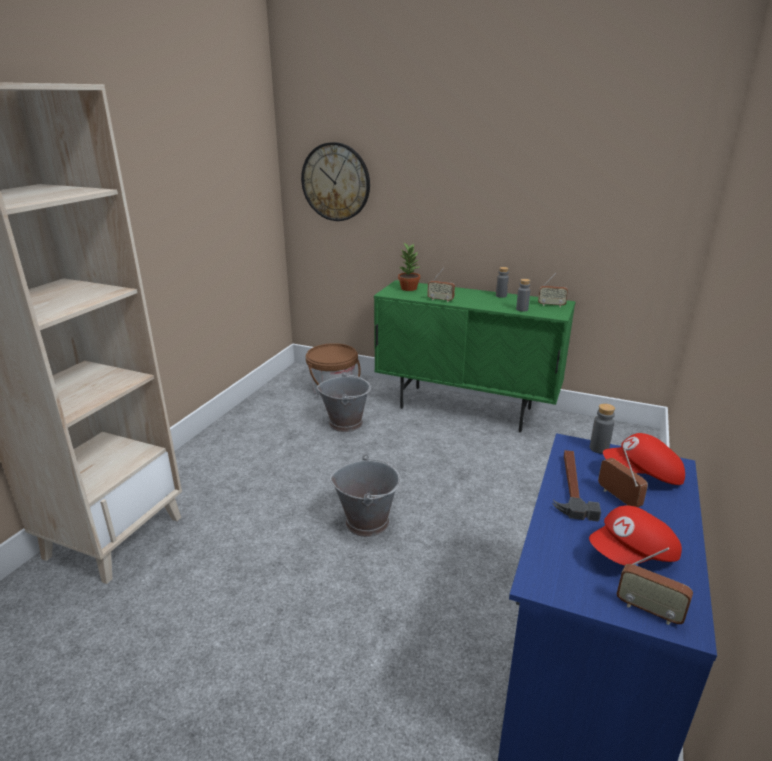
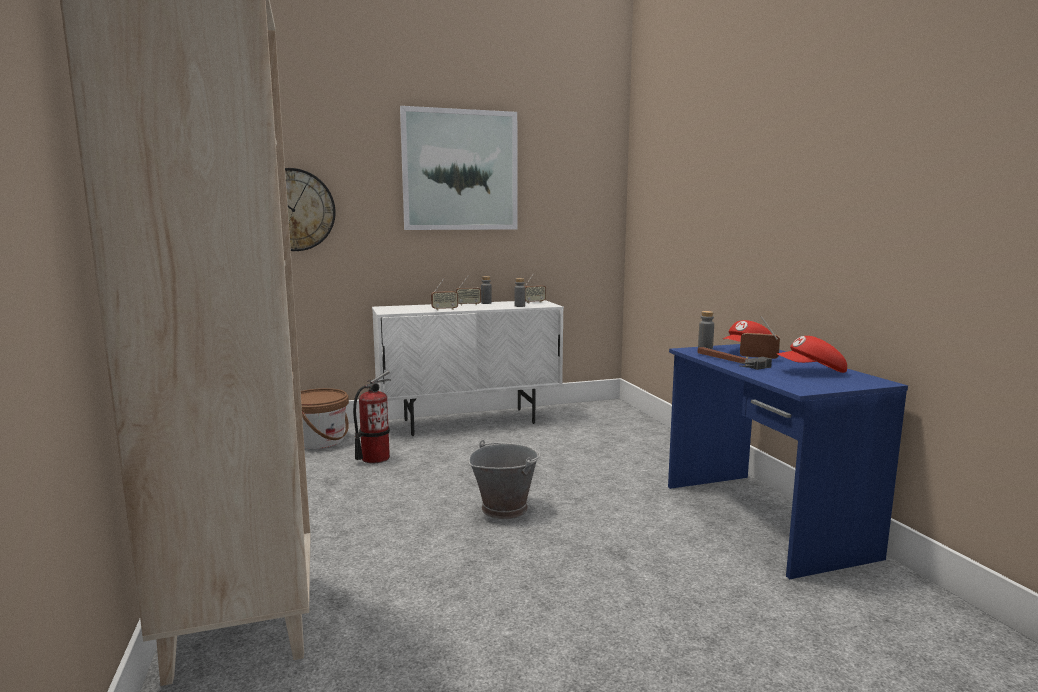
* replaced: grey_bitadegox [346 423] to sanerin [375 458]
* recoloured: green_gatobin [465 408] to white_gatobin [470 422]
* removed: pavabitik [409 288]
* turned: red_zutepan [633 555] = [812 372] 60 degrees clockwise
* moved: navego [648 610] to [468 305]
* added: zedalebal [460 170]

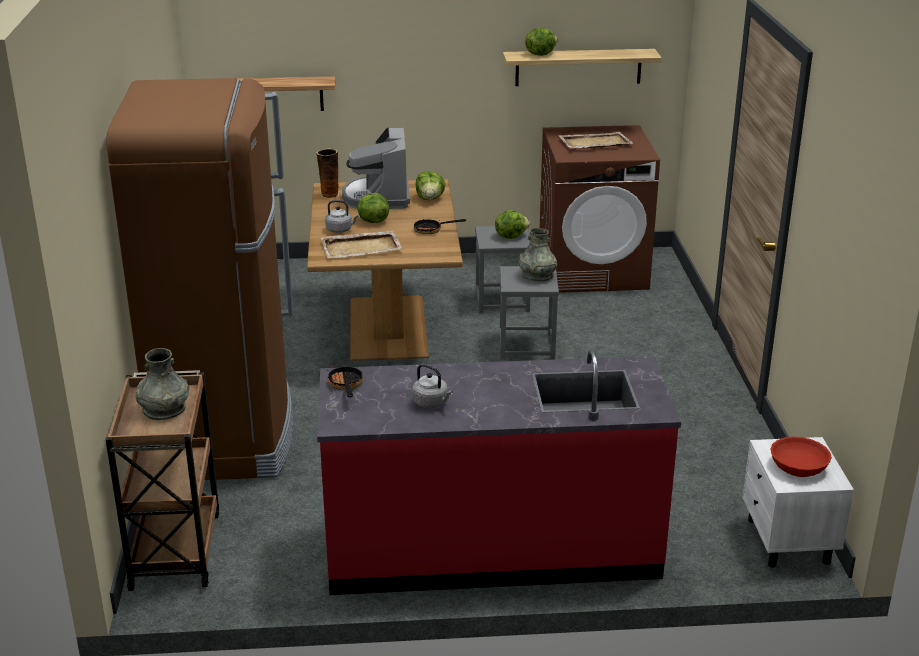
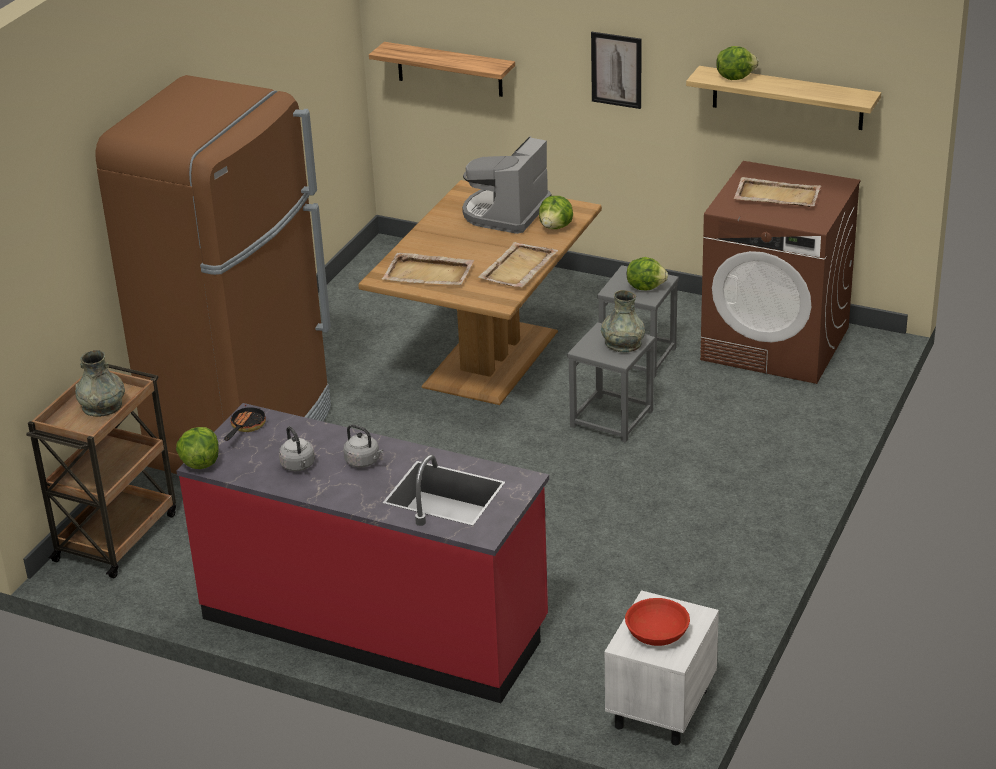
* removed: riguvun [329 195]
* moved: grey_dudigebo [340 230] to [364 461]
* moved: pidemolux [372 221] to [200 463]
* replaced: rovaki [432 230] to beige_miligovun [517 268]
* added: zedalebal [616 70]

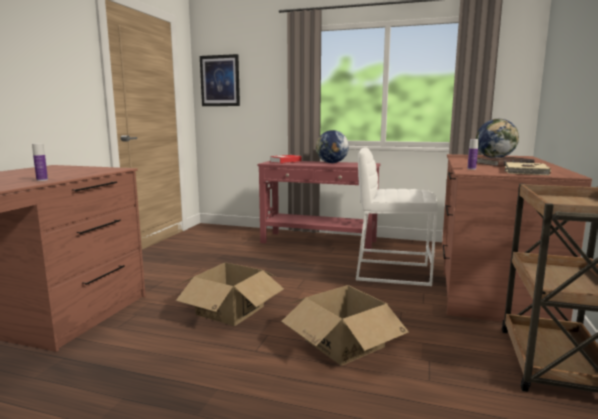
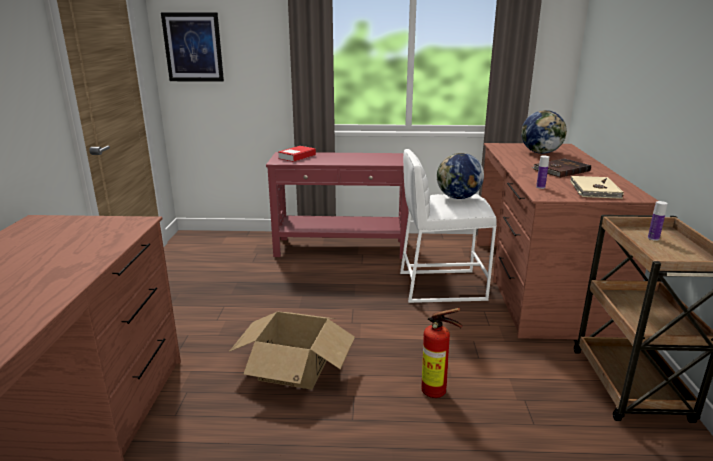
* moved: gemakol [42 180] to [653 238]
* replaced: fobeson [344 343] to sanerin [437 393]
* moved: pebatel [331 163] to [458 197]

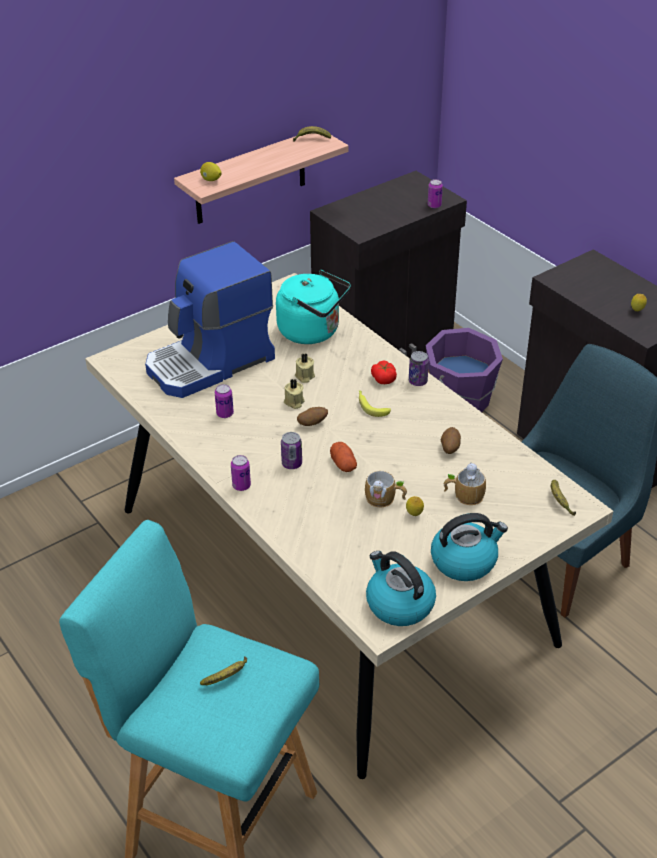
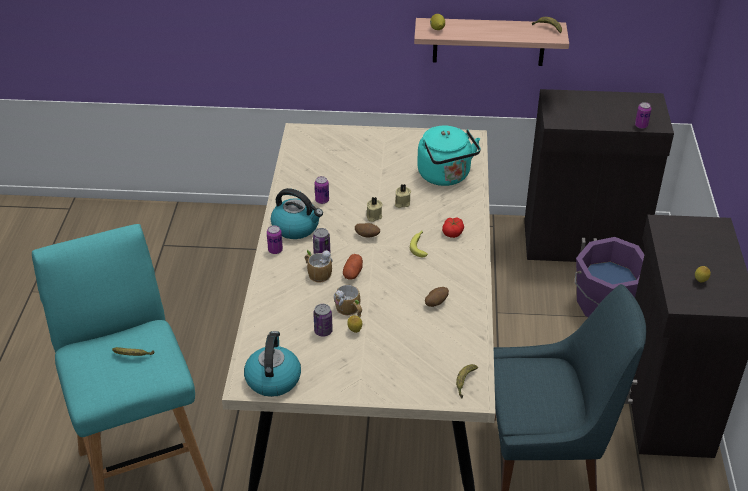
* removed: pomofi [211 363]
* moved: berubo [418 381] to [323 331]
* moved: dudigebo [464 561] to [296 227]
* moved: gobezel [463 495] to [317 272]

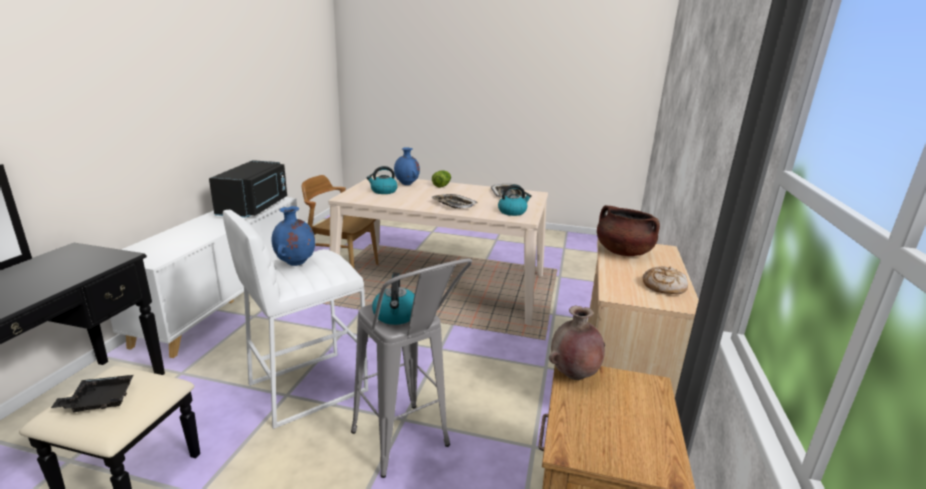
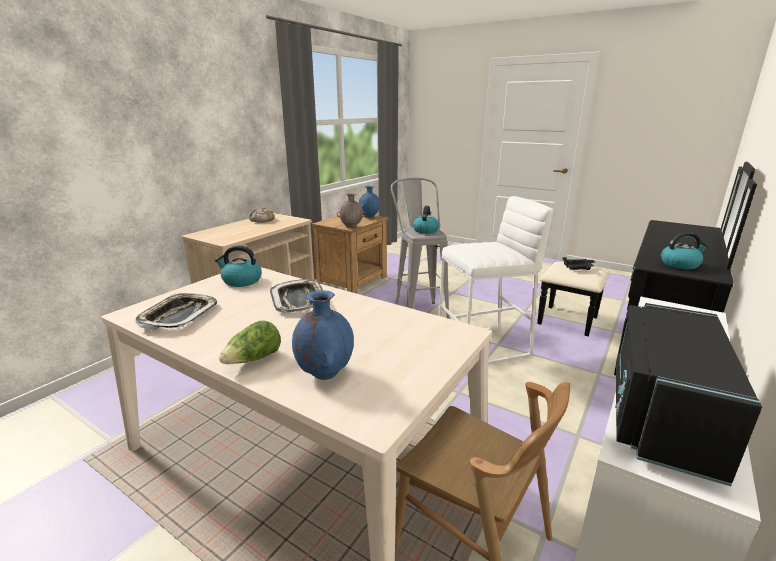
* moved: blue_riguvun [295 263] to [369 217]
* moved: dudigebo [383 191] to [680 264]
* removed: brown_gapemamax [623 252]

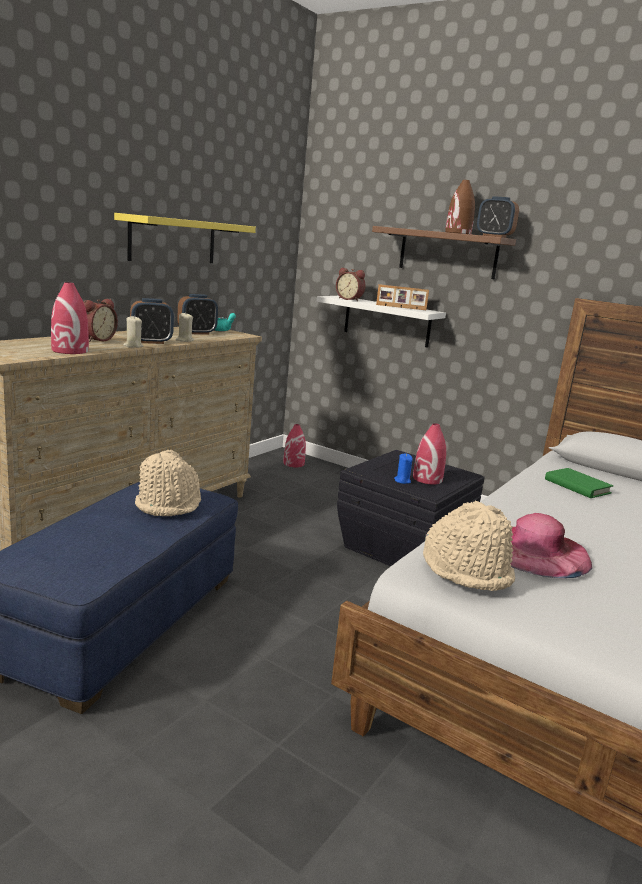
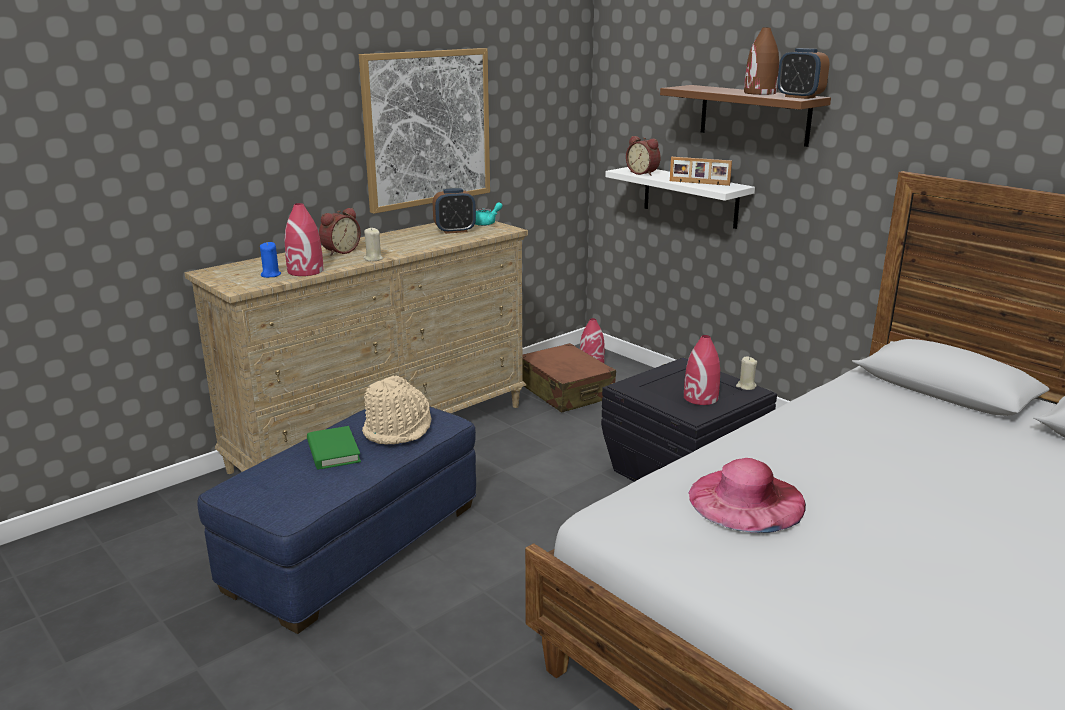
* replaced: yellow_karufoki [173 240] to zedalebal [427 128]
* removed: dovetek [151 342]
* moved: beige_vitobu [184 340] to [746 386]
* moved: blue_vitobu [402 481] to [270 275]
* removed: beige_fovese [467 570]
* moved: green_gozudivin [577 486] to [333 451]
* added: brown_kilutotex [565 391]

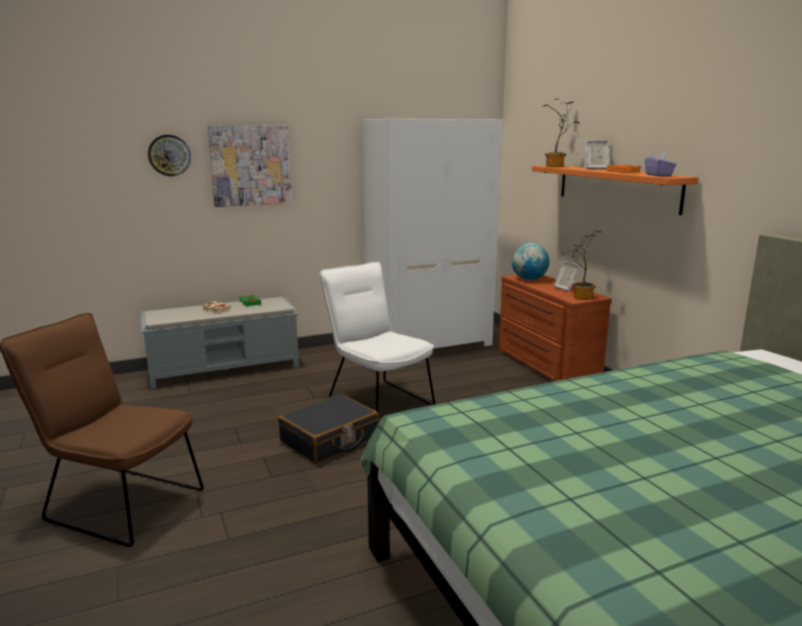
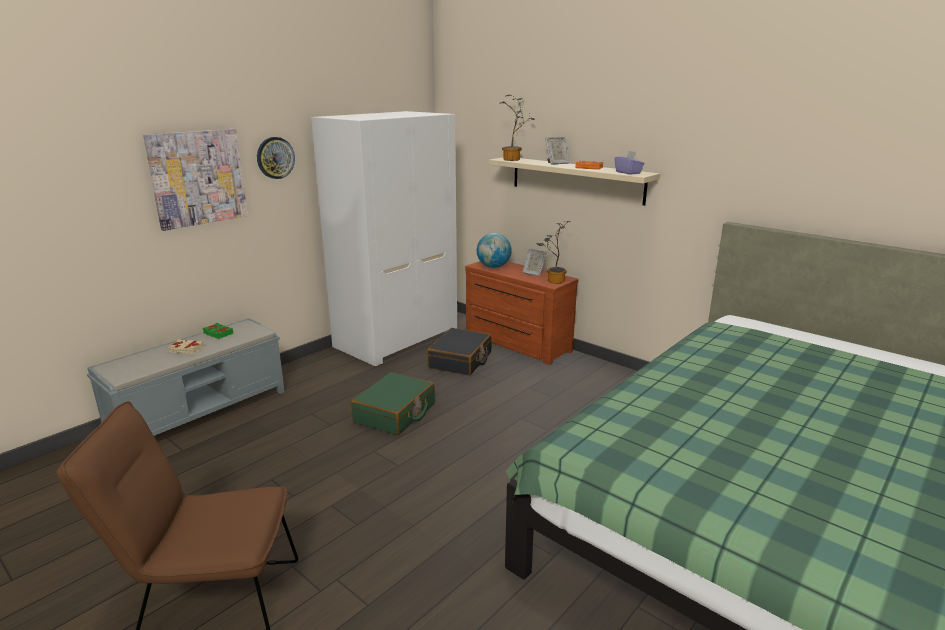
* moved: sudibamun [169 155] to [275 158]
* moved: black_kilutotex [329 440] to [460 360]
* replaced: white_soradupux [376 400] to green_kilutotex [395 413]
* recoloured: orange_karufoki [616 187] to beige_karufoki [576 179]

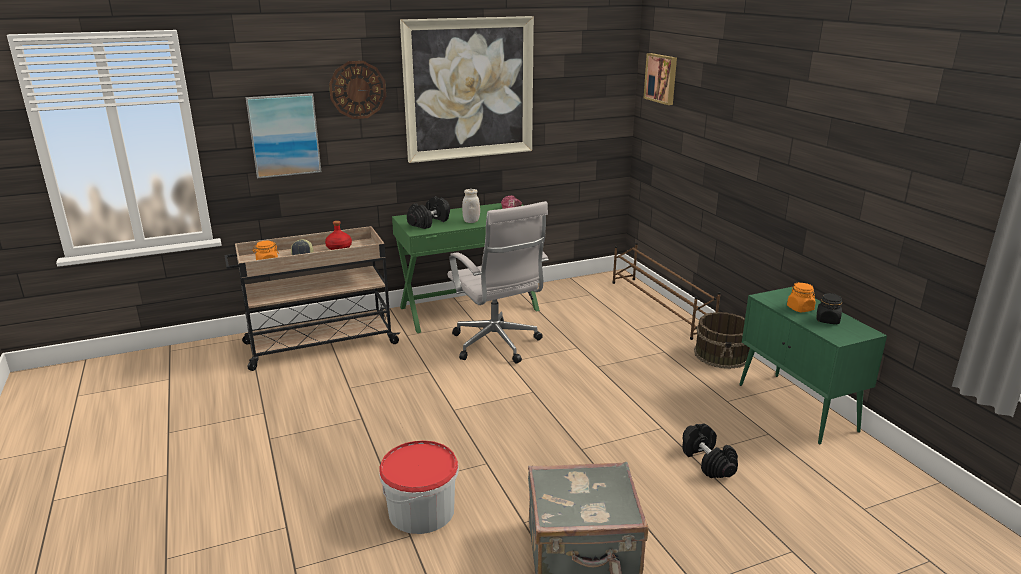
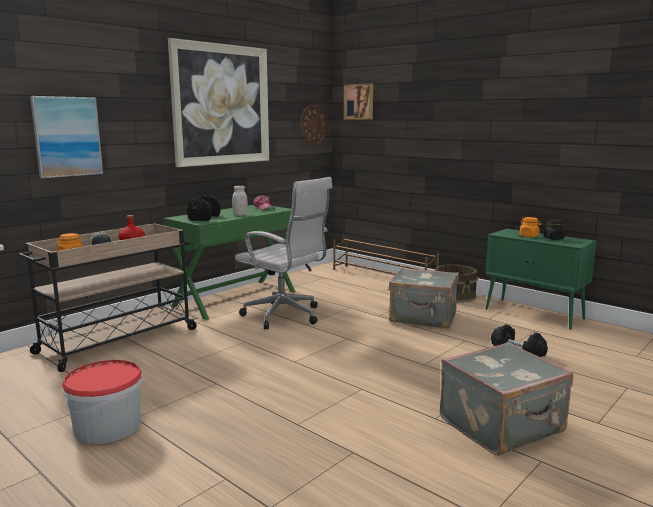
* moved: sudibamun [357 90] to [313 124]
* moved: bitadegox [421 510] to [108 426]
* added: grey_kilutotex [423 318]

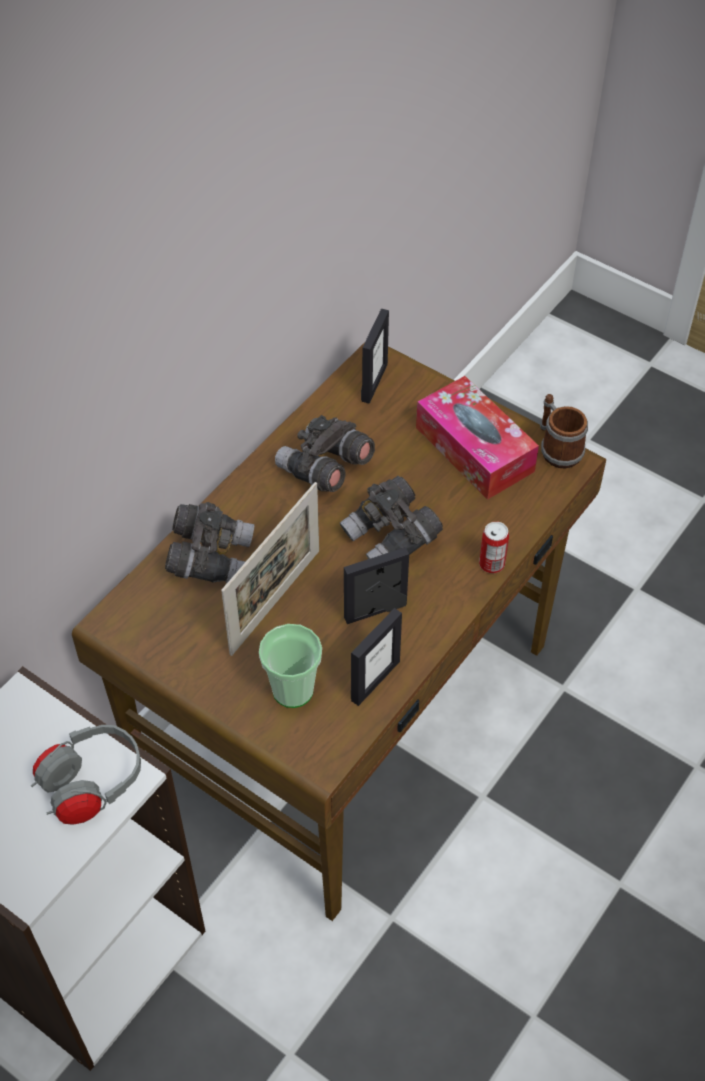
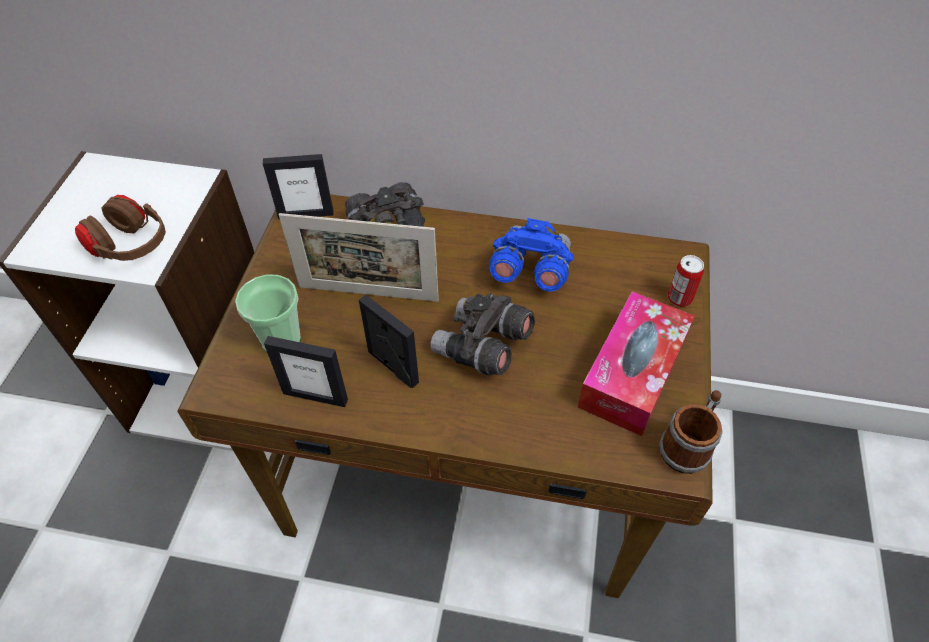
* recoloured: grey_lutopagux [92 785] to brown_lutopagux [131 247]
* recoloured: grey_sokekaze [324 469] to blue_sokekaze [530 271]
* moved: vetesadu [374 382] to [306 214]
* moved: berubo [492 564] to [679 298]

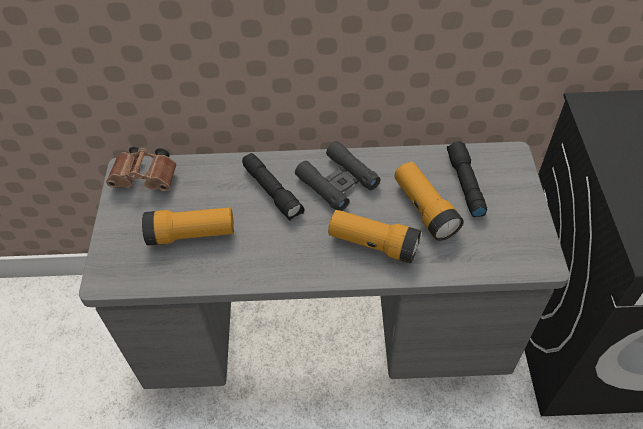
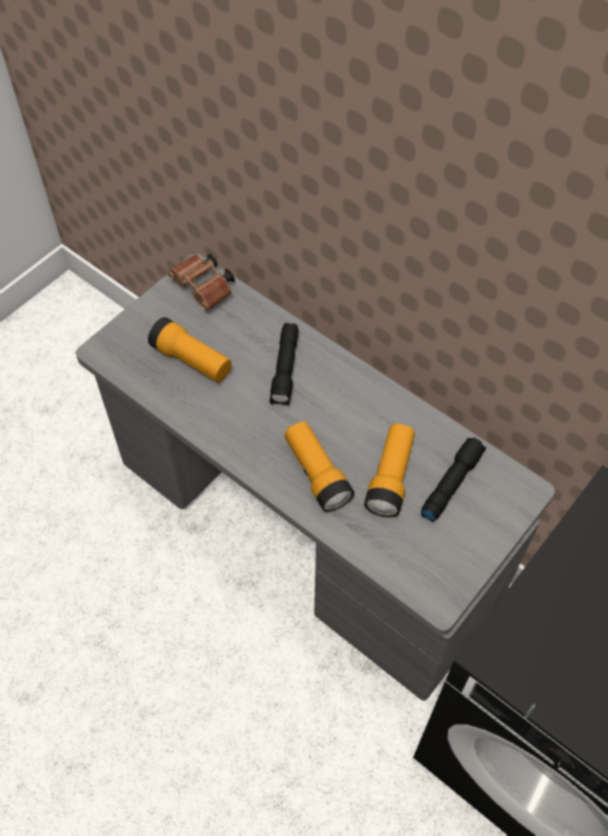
* removed: black_sokekaze [337 182]

